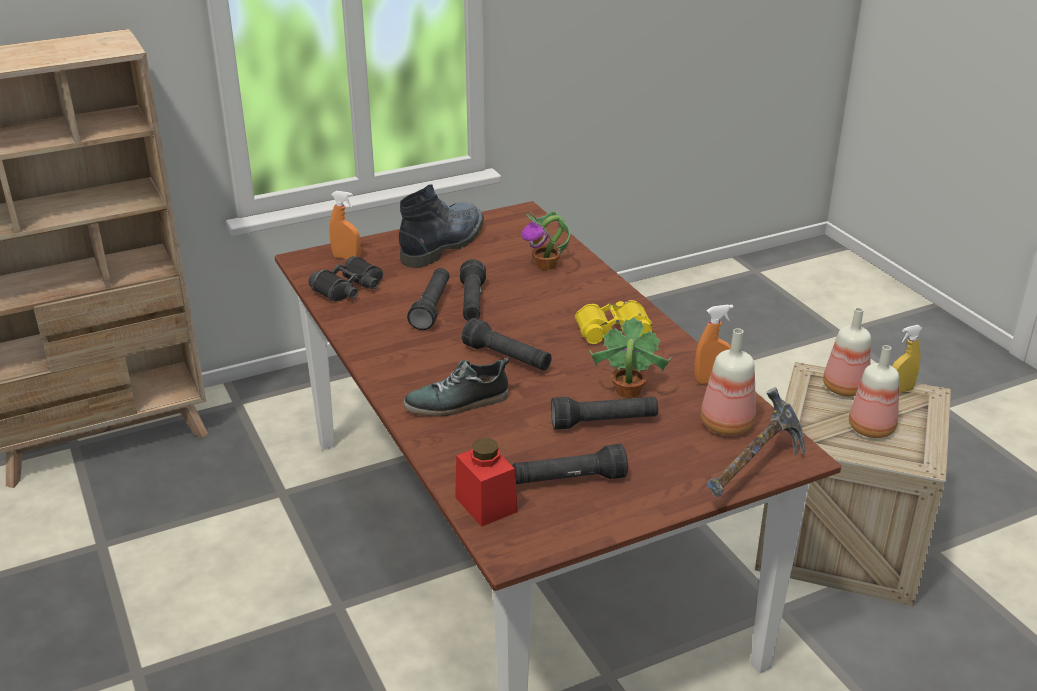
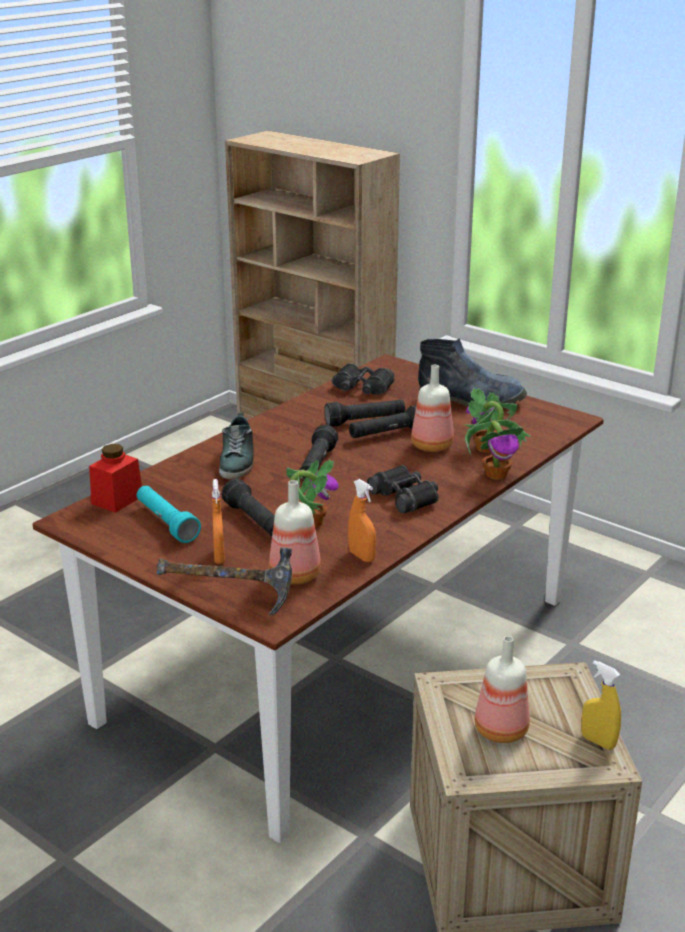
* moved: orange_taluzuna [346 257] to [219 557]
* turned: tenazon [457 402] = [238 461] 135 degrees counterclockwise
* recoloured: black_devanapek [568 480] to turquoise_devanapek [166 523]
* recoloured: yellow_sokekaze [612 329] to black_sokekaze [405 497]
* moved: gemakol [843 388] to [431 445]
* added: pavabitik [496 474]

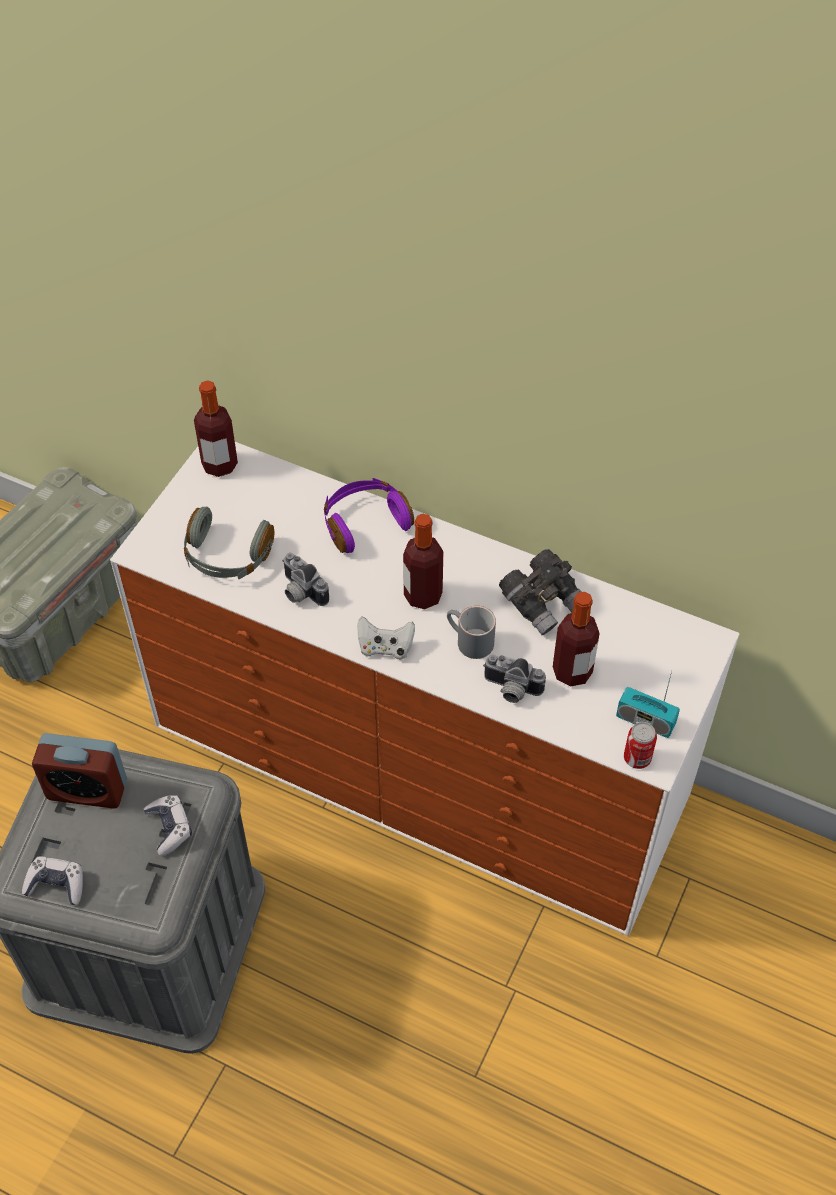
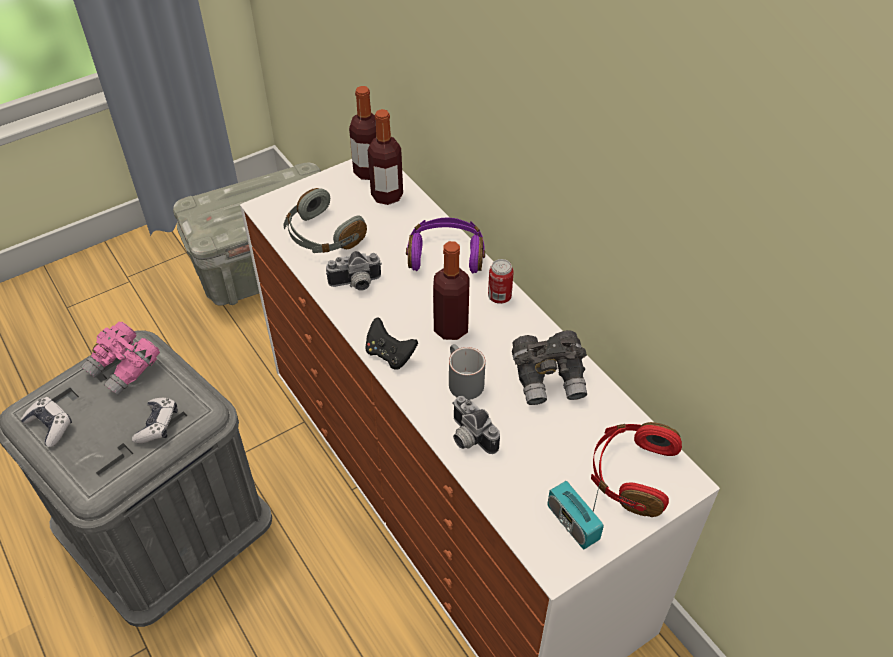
* replaced: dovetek [87 790] to pink_sokekaze [125 368]
* turned: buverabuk [300 592] = [356 284] 90 degrees counterclockwise
* recoloured: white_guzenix [385 647] to black_guzenix [389 355]
* moved: gemakol [572 671] to [387 196]
* moved: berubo [637 758] to [499 297]
* added: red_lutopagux [631 474]

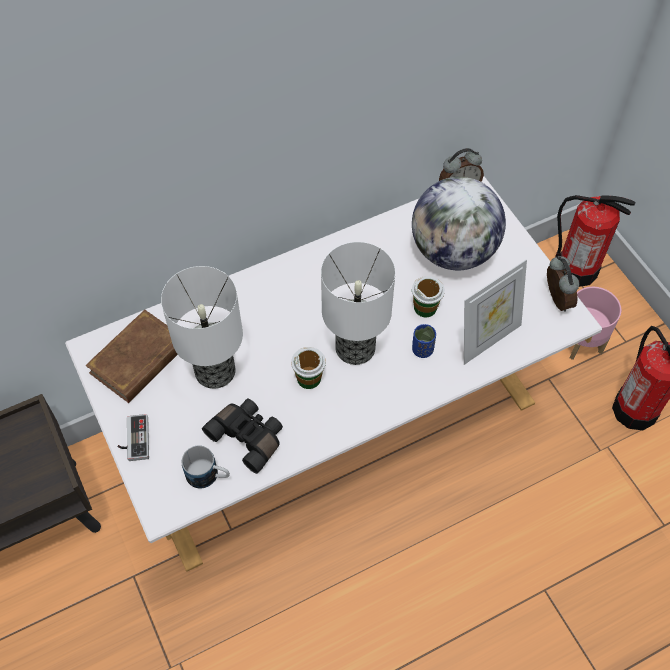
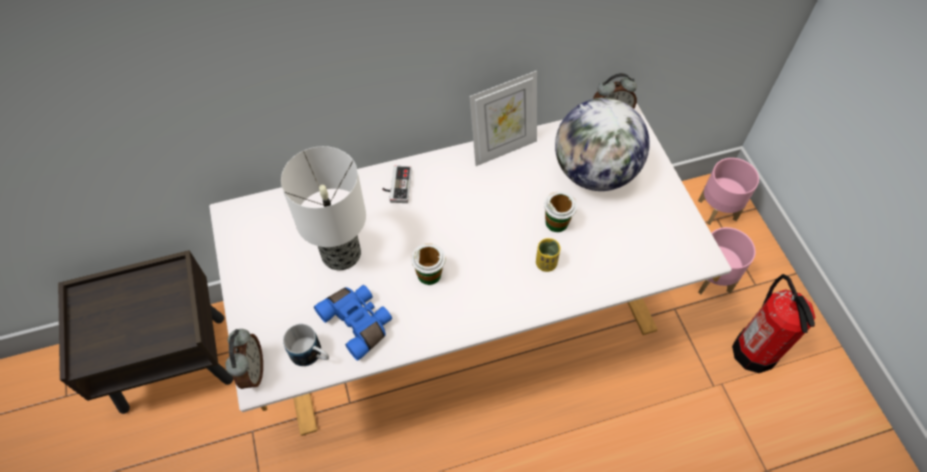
* removed: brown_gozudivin [139 359]
* moved: guzenix [133 439] to [396 186]
* recoloured: black_sokekaze [248 436] to blue_sokekaze [358 322]
* removed: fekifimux [356 348]
* recoloured: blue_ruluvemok [422 350] to yellow_ruluvemok [546 263]
* moved: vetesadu [487 339] to [503 148]
* moved: dovetek [555 300] to [252 371]
* replaced: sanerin [576 269] to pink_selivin [718 209]

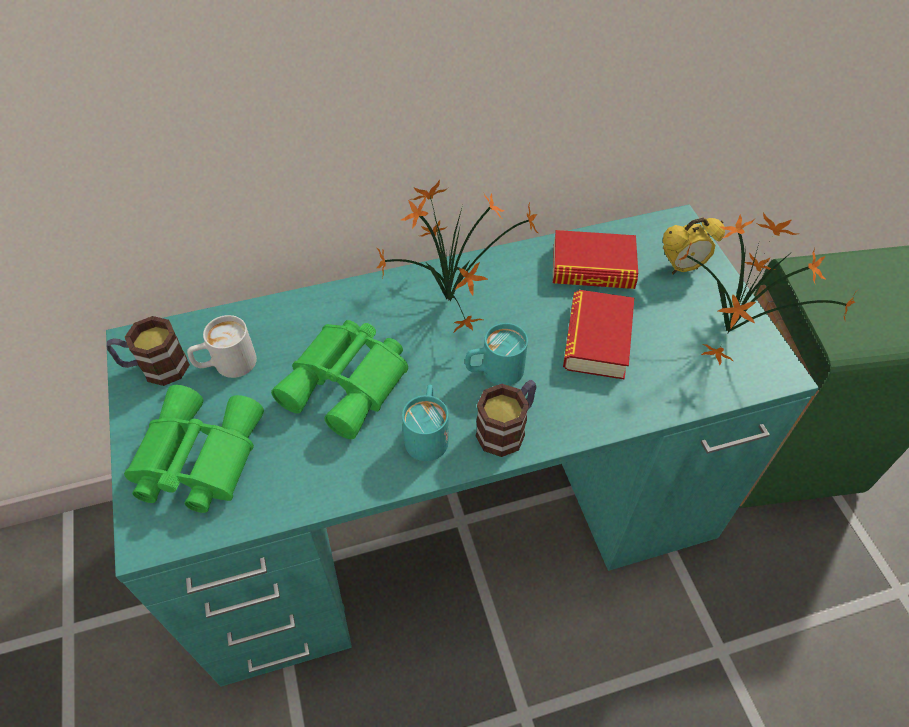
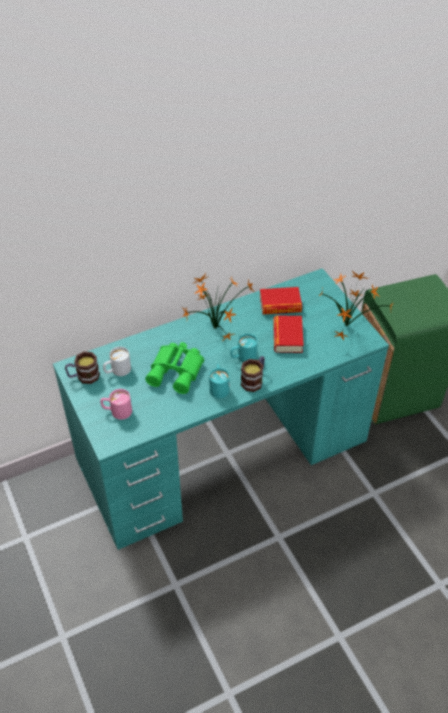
* replaced: green_sokekaze [195 458] to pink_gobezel [117 411]
* removed: dovetek [682 268]

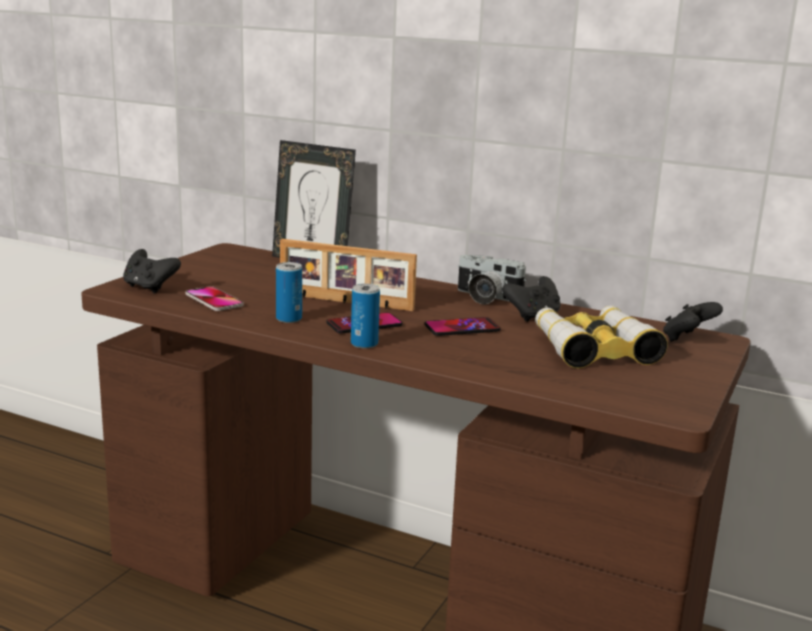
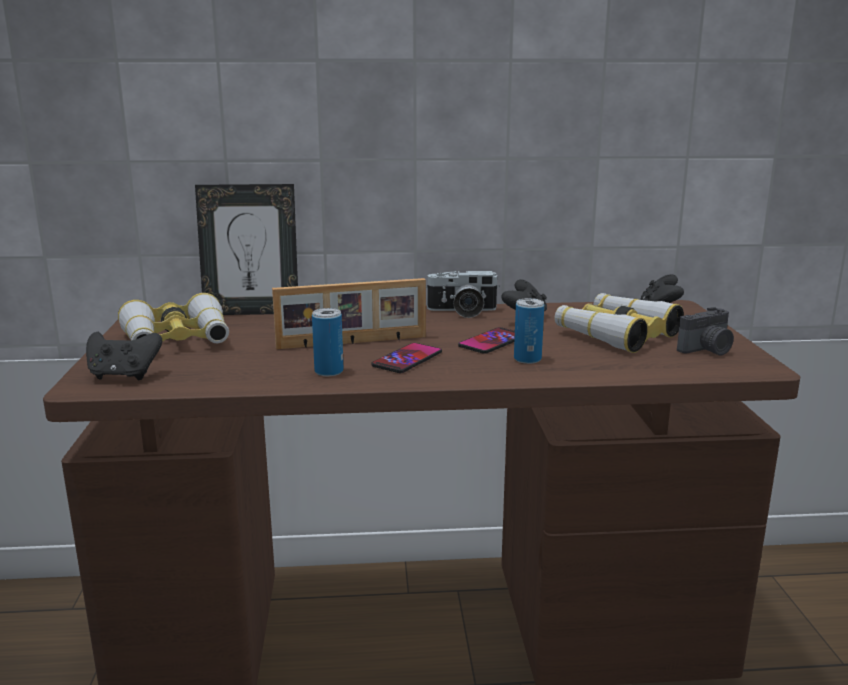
* removed: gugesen [214 300]
* moved: berubo [364 344] to [527 359]
* added: sokekaze [177 340]
* added: buverabuk [707 350]

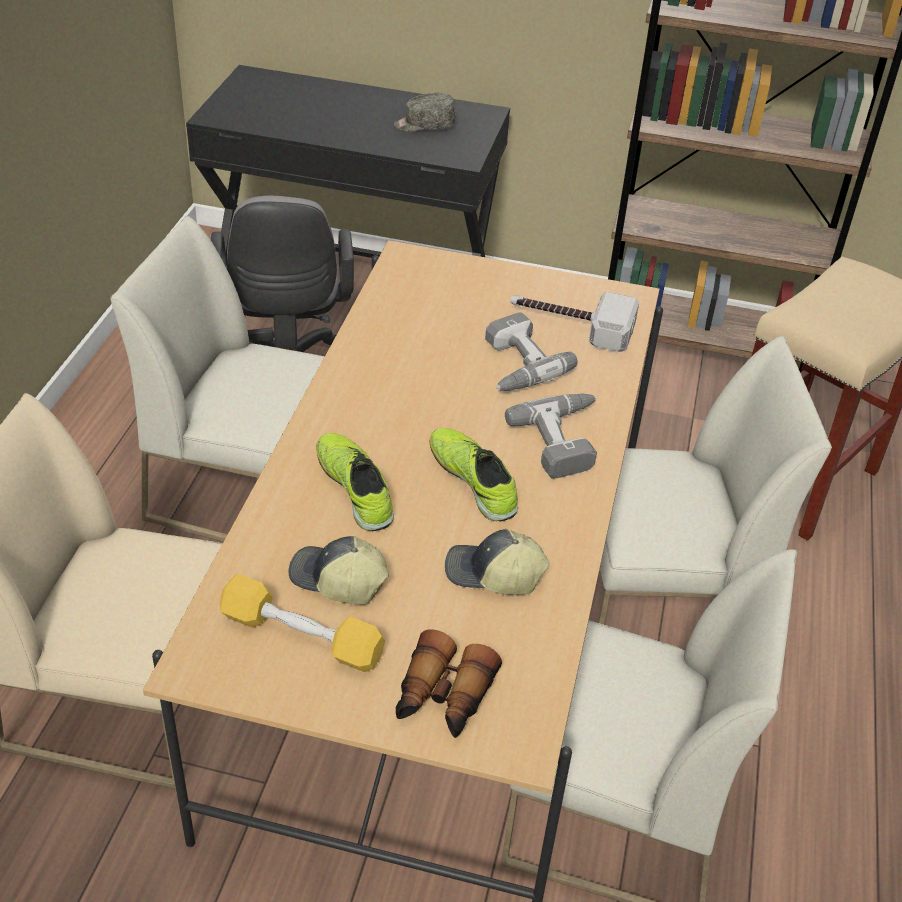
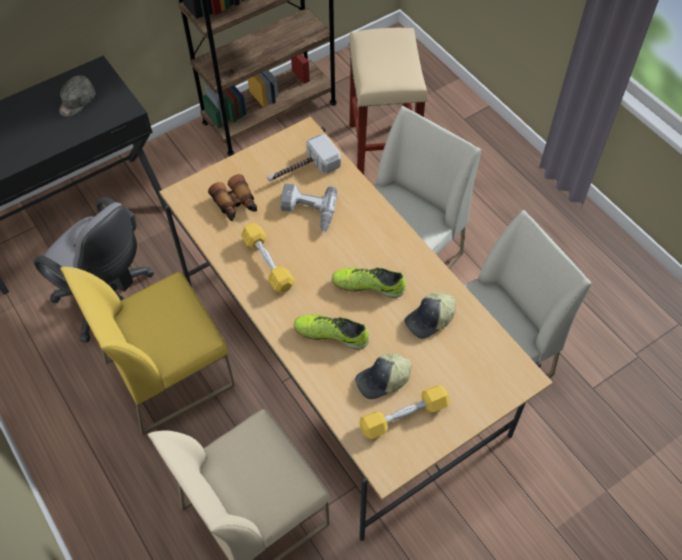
* recoloured: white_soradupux [248 490] to yellow_soradupux [169 372]
* moved: sokekaze [443 698] to [236 205]
* removed: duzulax [566 440]
* added: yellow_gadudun [268 263]

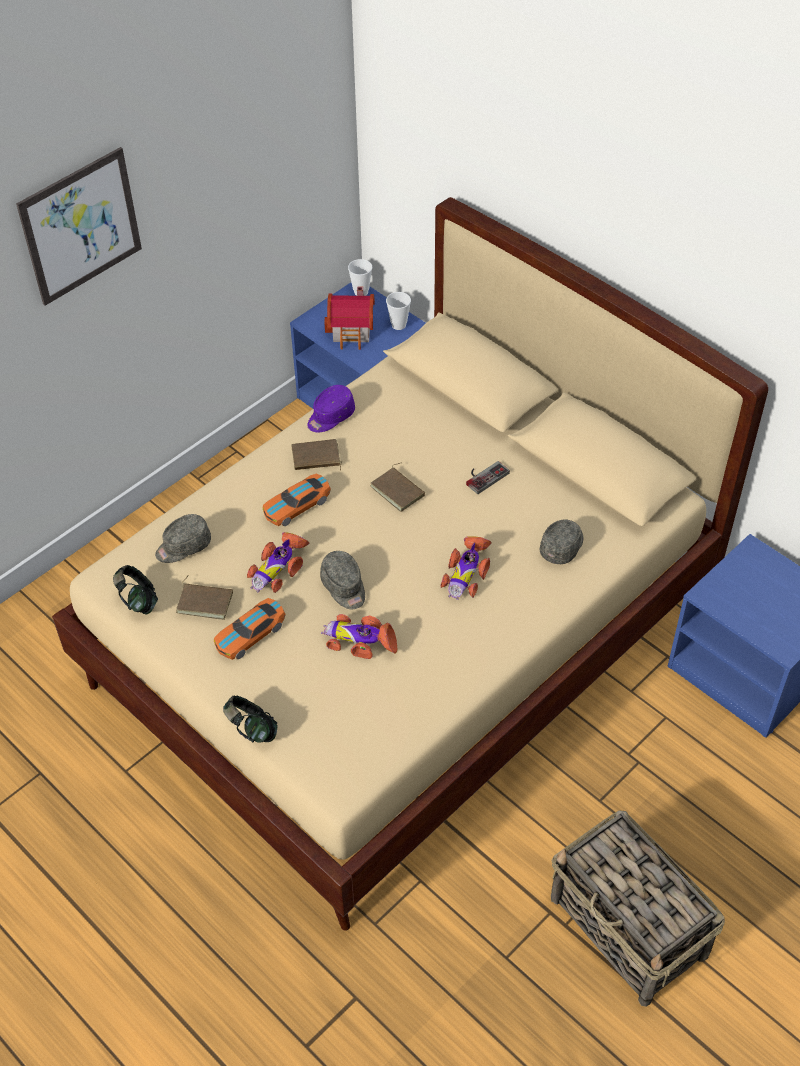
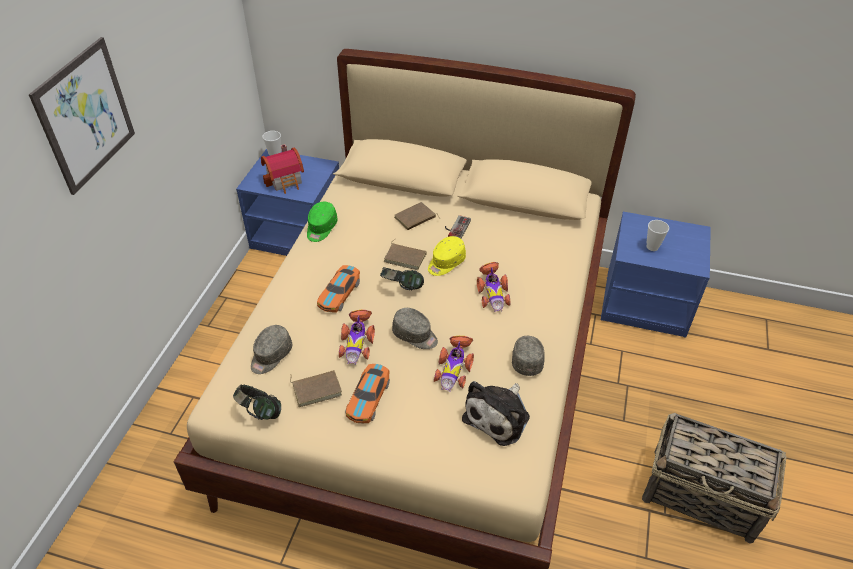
* moved: lutopagux [251 730] to [402 288]
* moved: brown_gozudivin [316 458] to [415 218]
* recoloured: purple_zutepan [330 417] to green_zutepan [321 228]
* turned: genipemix [360 641] = [454 368] 60 degrees counterclockwise
* moved: ruluvemok [398 325] to [652 247]
* moved: grey_zutepan [563 546] to [527 359]
* added: yellow_zutepan [445 263]
* added: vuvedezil [499 416]

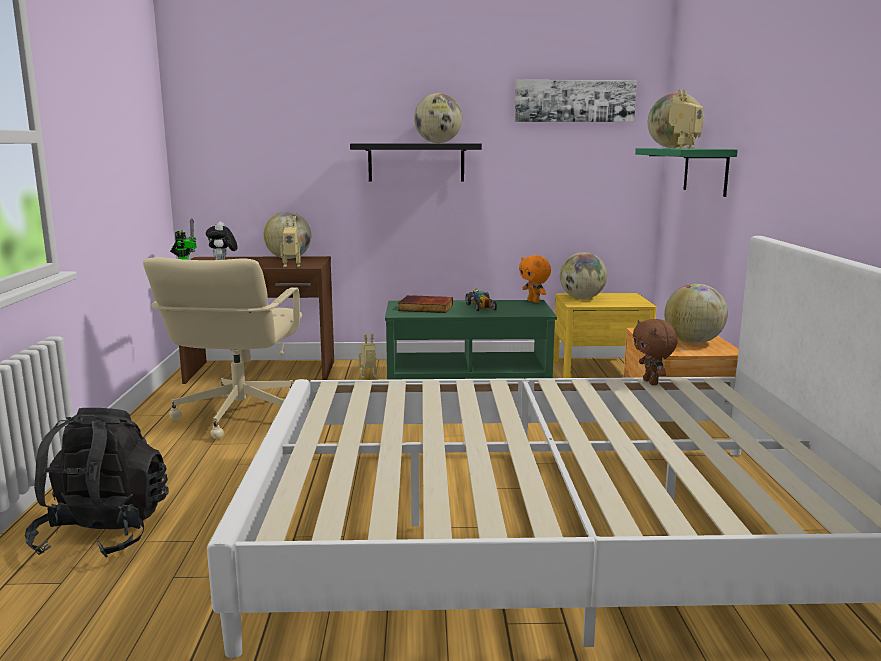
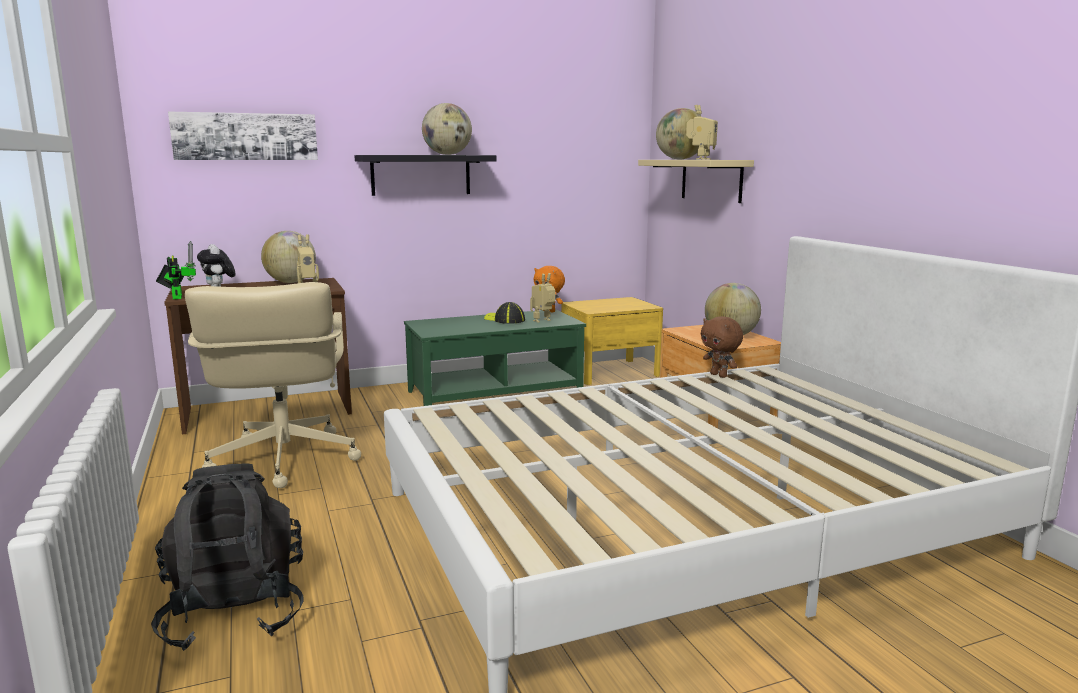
* moved: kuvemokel [369 377] to [543 321]
* removed: gozudivin [425 308]
* replaced: genipemix [480 306] to zutepan [504 320]
* moved: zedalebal [574 101] to [245 136]
* removed: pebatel [582 298]
* recoloured: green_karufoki [705 170] to beige_karufoki [711 180]

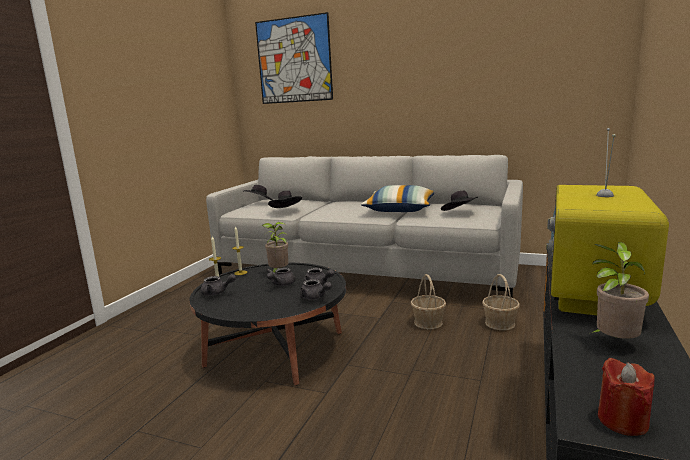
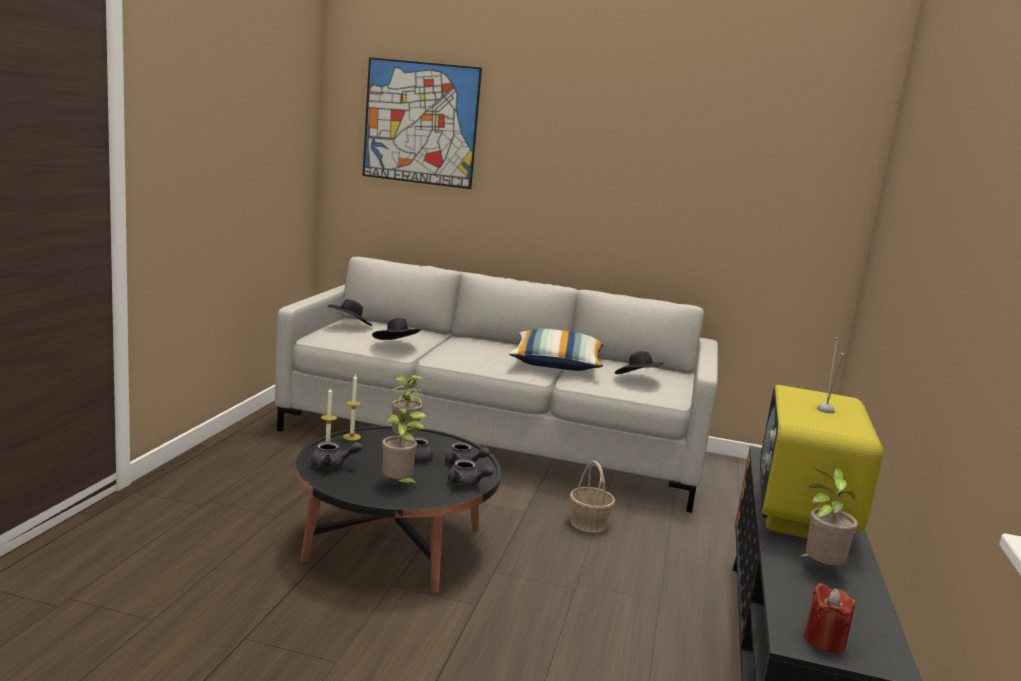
* removed: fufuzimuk [500 323]
* added: pavabitik [399 485]

